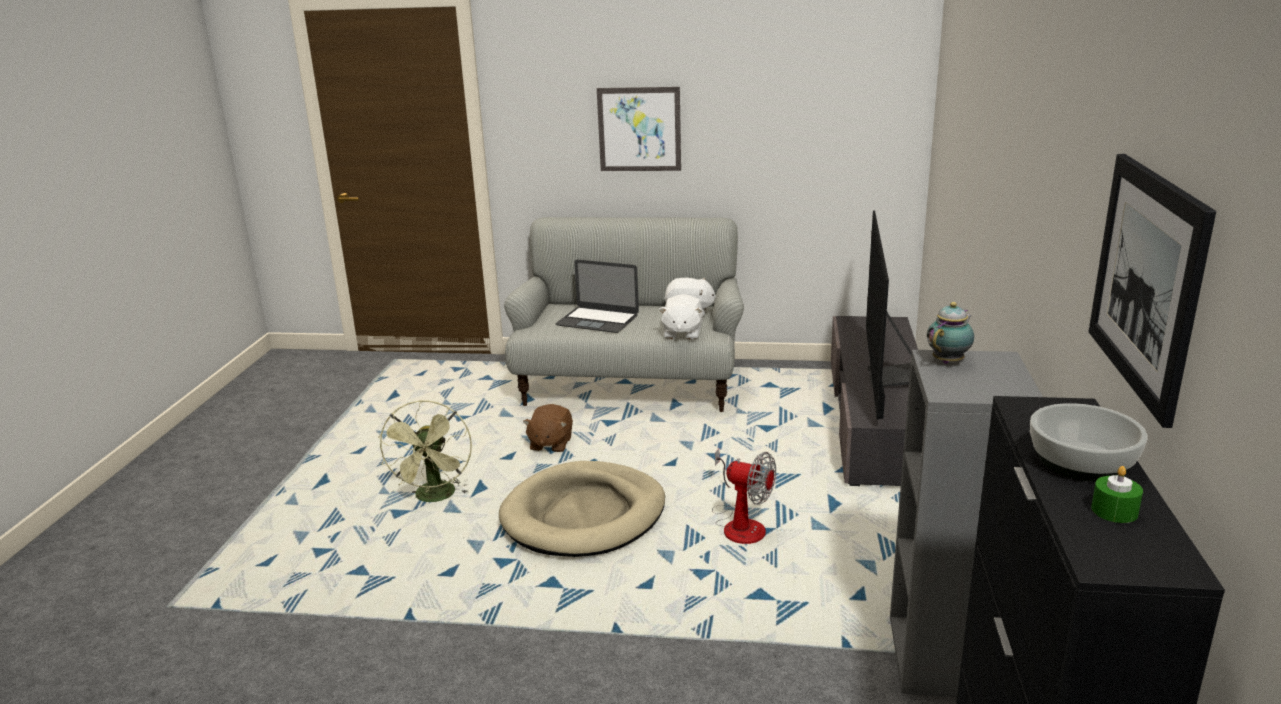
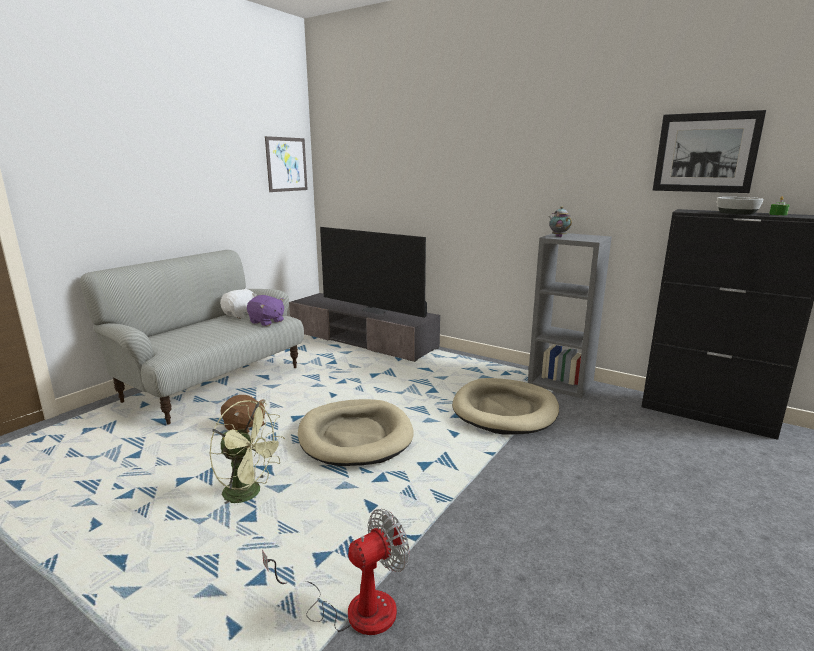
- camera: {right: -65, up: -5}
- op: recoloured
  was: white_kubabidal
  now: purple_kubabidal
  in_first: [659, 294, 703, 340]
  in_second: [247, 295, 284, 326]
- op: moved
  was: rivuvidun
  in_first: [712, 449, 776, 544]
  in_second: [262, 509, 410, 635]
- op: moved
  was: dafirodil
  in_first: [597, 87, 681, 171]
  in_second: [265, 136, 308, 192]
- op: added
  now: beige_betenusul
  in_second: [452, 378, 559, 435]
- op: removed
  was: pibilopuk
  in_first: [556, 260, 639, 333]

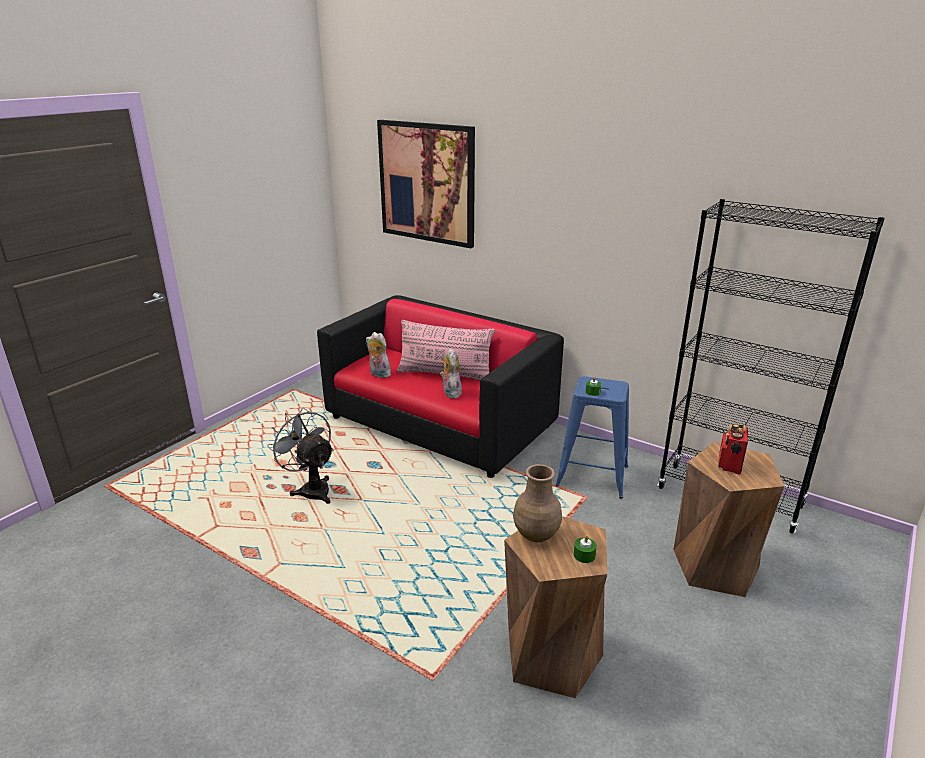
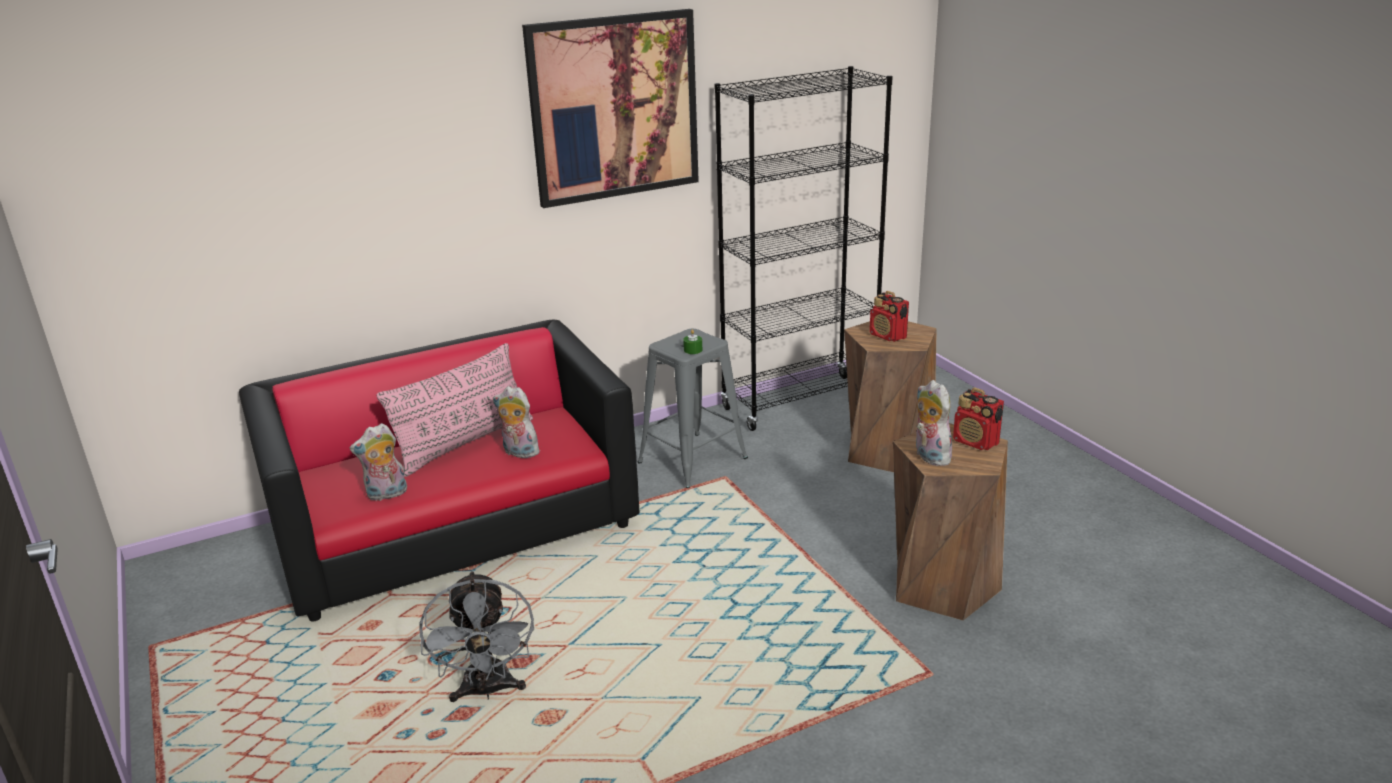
- camera: {right: -60, up: 0}
- op: turned
  was: grey_rivuvidun
  in_first: [267, 408, 334, 504]
  in_second: [419, 571, 534, 702]
  clockwise: -90
- op: moved
  was: dafirodil
  in_first: [377, 120, 475, 248]
  in_second: [522, 9, 699, 208]
- op: recoloured
  was: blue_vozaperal
  now: grey_vozaperal
  in_first: [556, 376, 629, 498]
  in_second: [638, 329, 748, 488]
- op: replaced
  was: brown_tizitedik
  now: kubabidal
  in_first: [513, 464, 562, 542]
  in_second: [915, 380, 952, 466]
- op: replaced
  was: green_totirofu
  now: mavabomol
  in_first: [574, 535, 597, 563]
  in_second: [953, 387, 1004, 450]

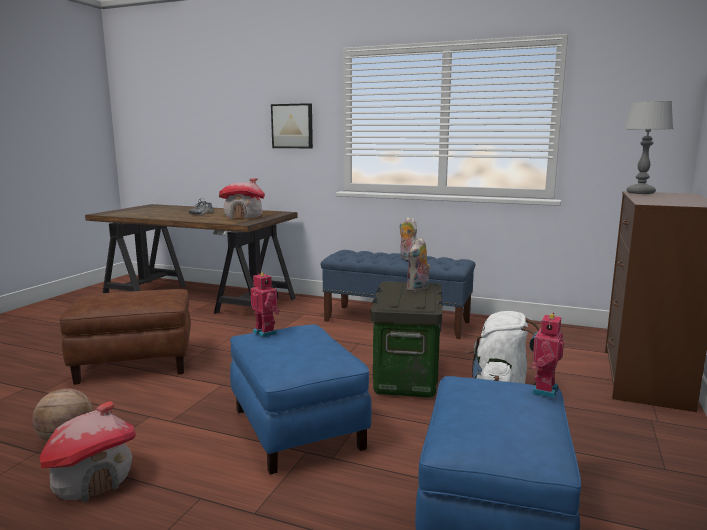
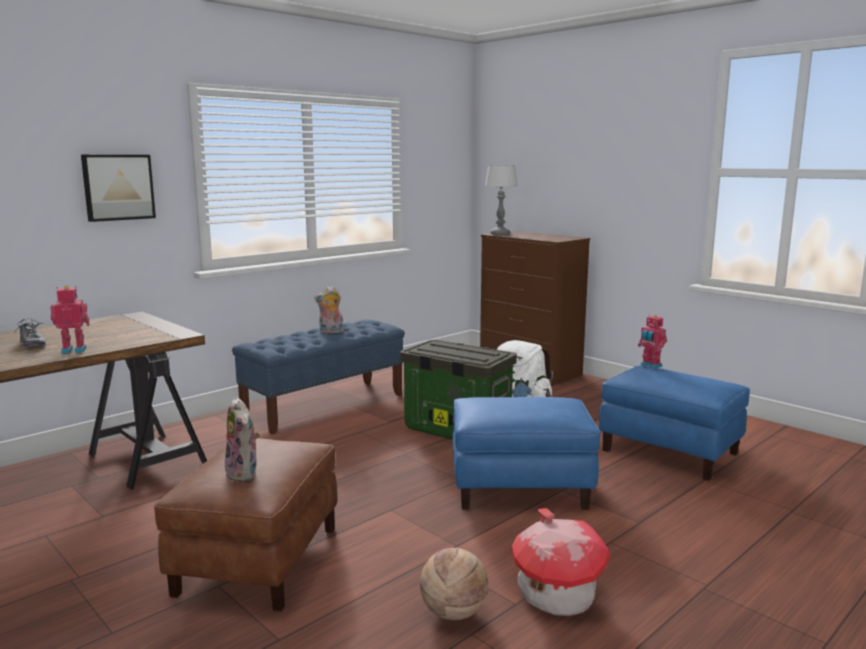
- camera: {right: -65, up: 0}
- op: moved
  was: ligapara
  in_first: [250, 272, 280, 338]
  in_second: [50, 285, 89, 354]
- op: moved
  was: kubabidal
  in_first: [406, 237, 431, 292]
  in_second: [225, 397, 260, 482]
- op: removed
  was: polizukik
  in_first: [219, 178, 265, 219]

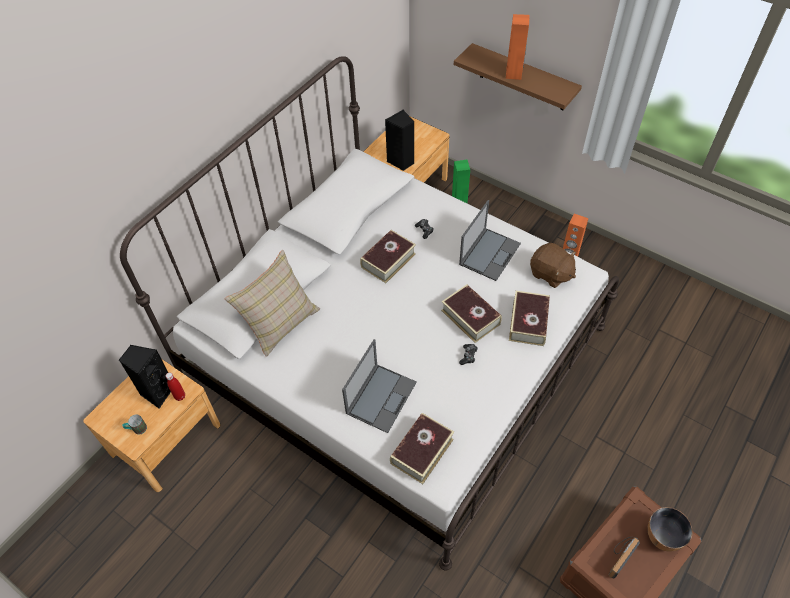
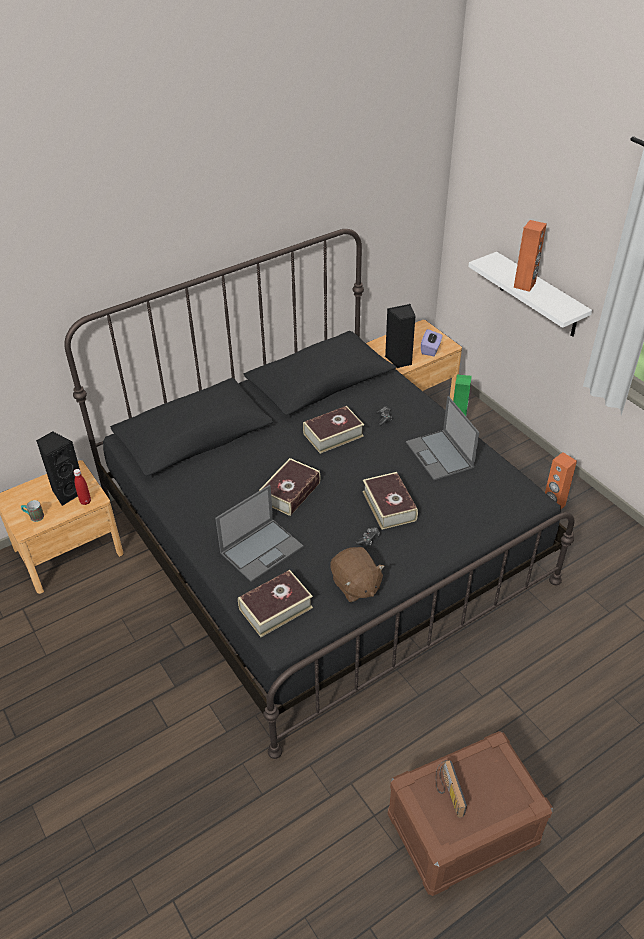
- camera: {right: 20, up: -10}
- op: recoloured
  was: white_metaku
  now: black_metaku
  in_first: [120, 56, 619, 571]
  in_second: [64, 229, 575, 759]
- op: moved
  was: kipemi
  in_first: [509, 291, 550, 346]
  in_second: [259, 458, 321, 516]
- op: moved
  was: brown_kubabidal
  in_first: [530, 243, 576, 288]
  in_second: [330, 547, 385, 602]
- op: turned
  was: pibilopuk
  in_first: [459, 200, 521, 281]
  in_second: [406, 396, 479, 480]
  clockwise: 105
- op: added
  now: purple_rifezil
  in_second: [421, 329, 443, 356]
- op: turned
  was: mavabomol
  in_first: [608, 537, 640, 579]
  in_second: [436, 760, 467, 818]
  clockwise: -75
- op: recoloured
  was: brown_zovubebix
  now: white_zovubebix
  in_first: [454, 43, 582, 110]
  in_second: [468, 252, 592, 337]
- op: removed
  was: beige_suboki
  in_first: [225, 250, 320, 357]
- op: removed
  was: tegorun
  in_first: [648, 507, 693, 552]

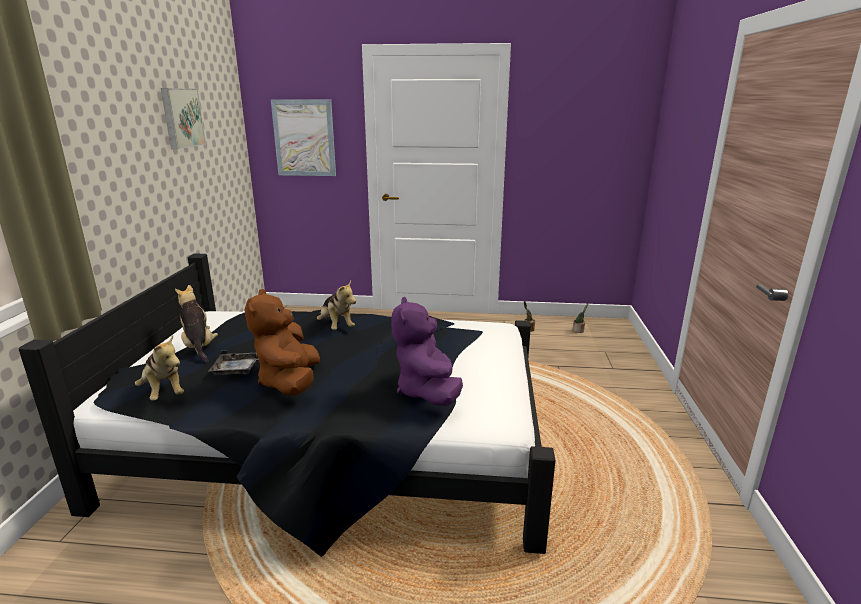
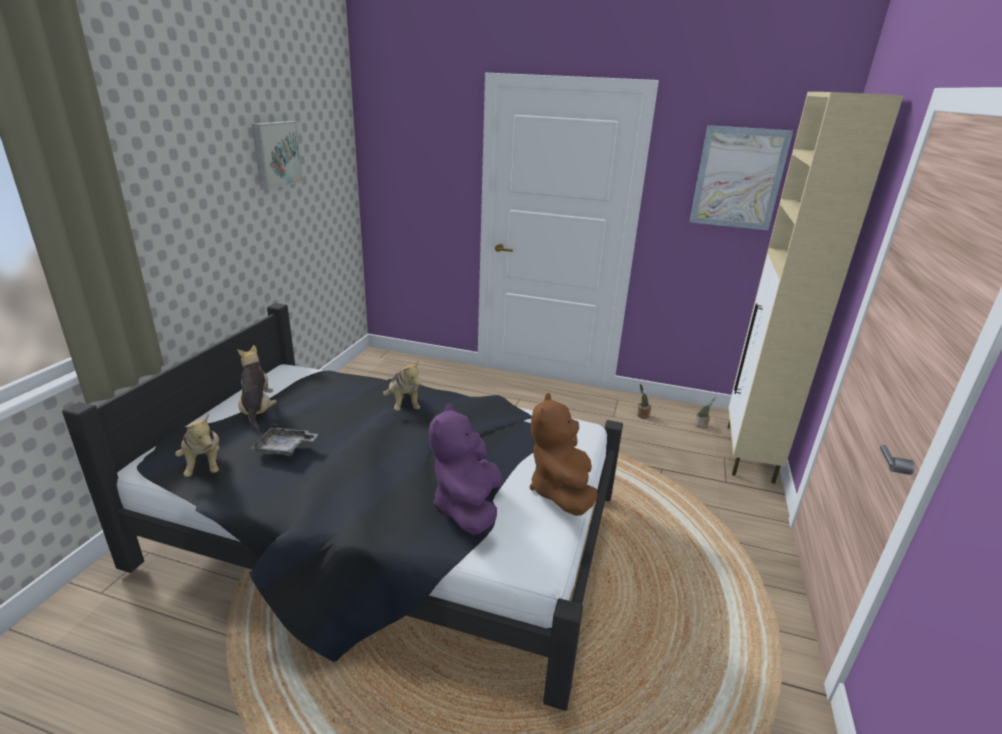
- camera: {right: 10, up: 5}
- op: moved
  was: brown_kubabidal
  in_first: [244, 289, 320, 396]
  in_second: [530, 393, 598, 516]
- op: moved
  was: dafirodil
  in_first: [271, 100, 336, 176]
  in_second: [690, 125, 793, 230]
- op: added
  now: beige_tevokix
  in_second: [728, 92, 904, 484]

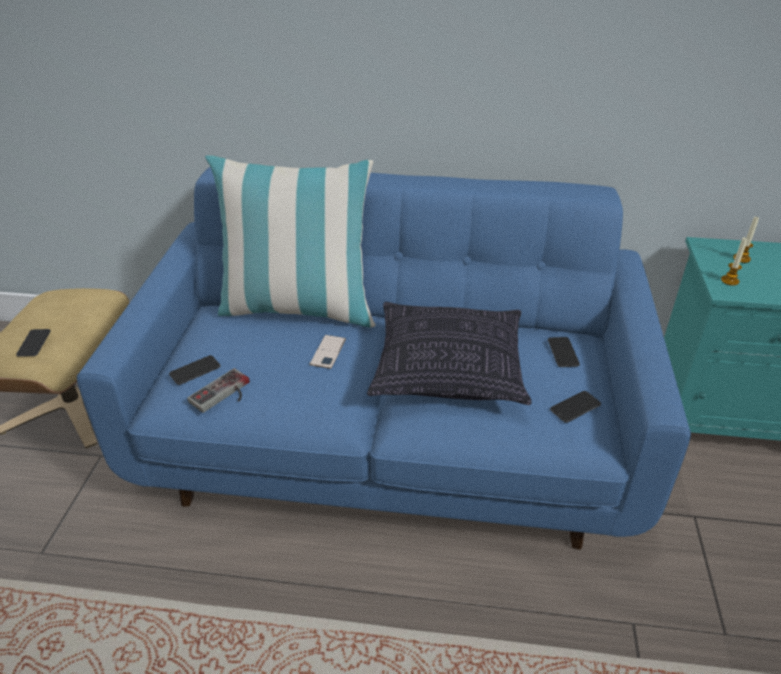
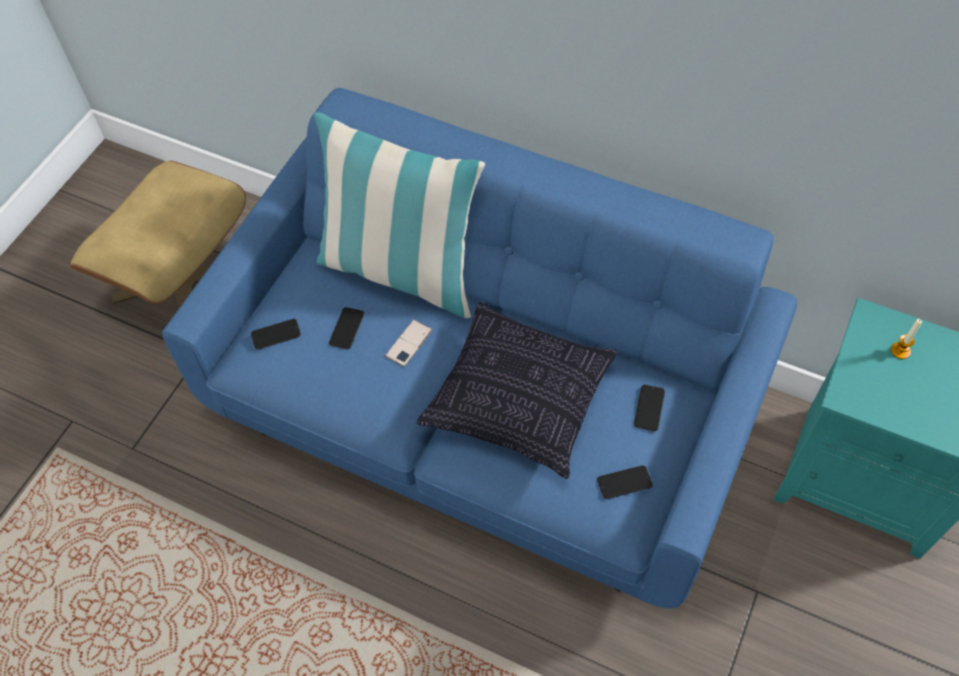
- camera: {right: 20, up: 20}
- op: moved
  was: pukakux
  in_first: [16, 329, 51, 357]
  in_second: [329, 307, 364, 350]
- op: removed
  was: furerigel
  in_first: [187, 368, 250, 413]
- op: removed
  was: totirofu
  in_first: [721, 237, 748, 286]

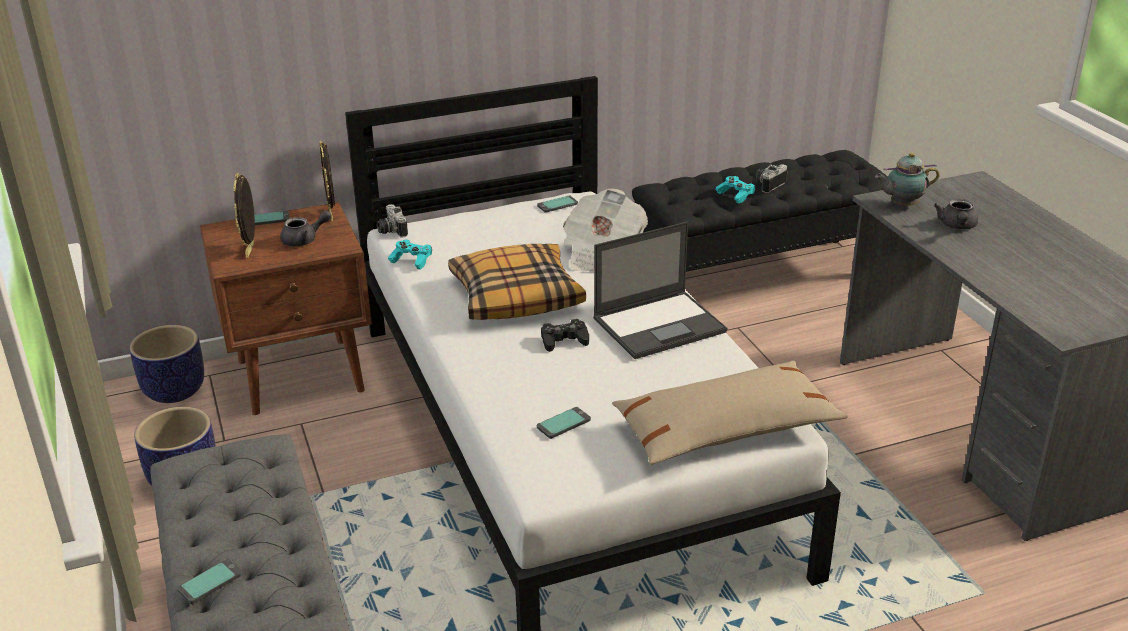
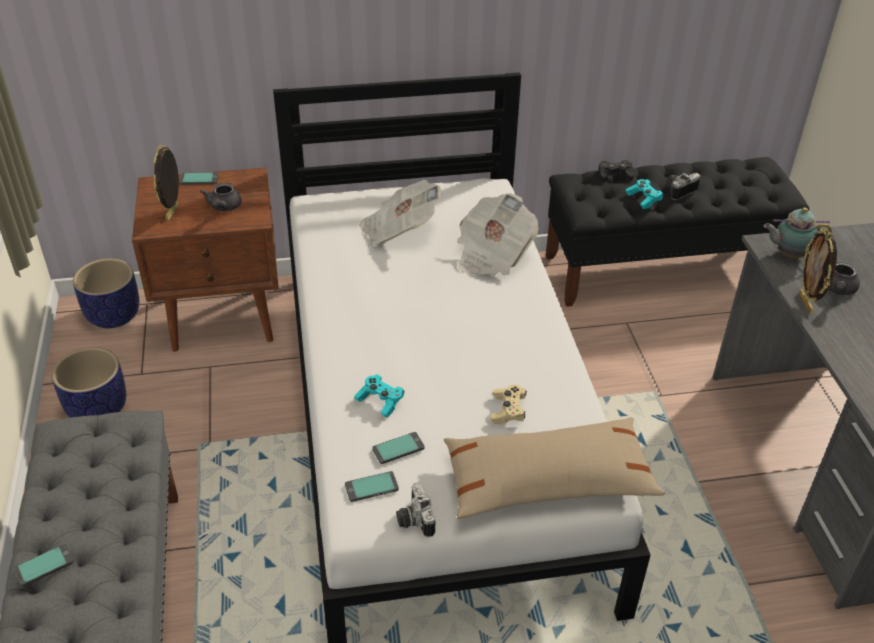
- camera: {right: 10, up: 10}
- op: turned
  was: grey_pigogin
  in_first: [280, 210, 332, 246]
  in_second: [200, 183, 242, 211]
  clockwise: 105
- op: moved
  was: pukakux
  in_first: [537, 195, 578, 213]
  in_second: [345, 471, 399, 502]
- op: moved
  was: turquoise_furerigel
  in_first: [388, 240, 432, 270]
  in_second: [354, 374, 404, 418]
- op: added
  now: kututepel
  in_second: [359, 180, 442, 246]
- op: moved
  was: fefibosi
  in_first: [376, 204, 408, 238]
  in_second: [396, 482, 435, 537]
- op: added
  now: beige_furerigel
  in_second: [490, 384, 527, 424]
- op: moved
  was: black_furerigel
  in_first: [541, 319, 589, 352]
  in_second: [598, 160, 634, 182]
- op: moved
  was: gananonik
  in_first: [319, 141, 335, 221]
  in_second: [798, 229, 837, 314]
- op: removed
  was: suboki
  in_first: [448, 244, 586, 320]
- op: removed
  was: pibilopuk
  in_first: [593, 222, 727, 359]

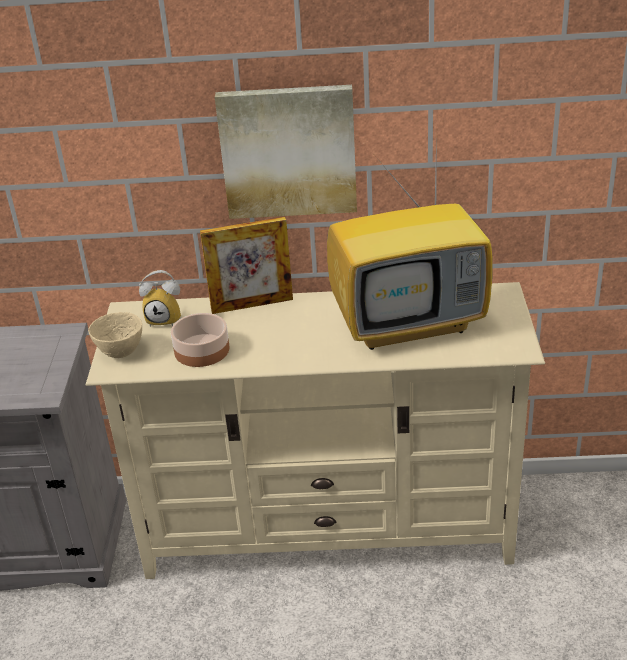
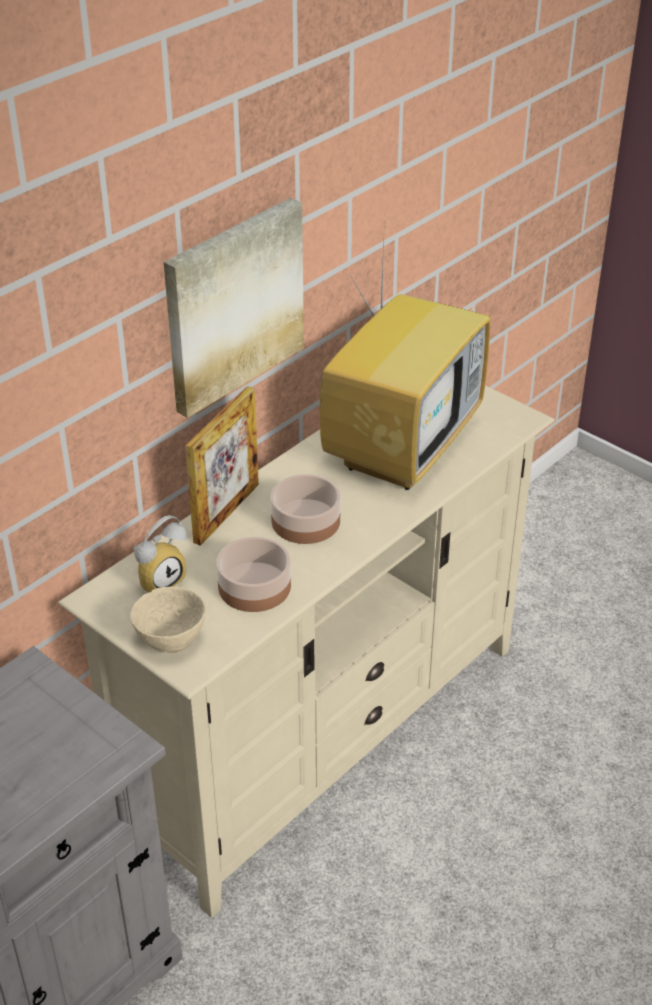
- camera: {right: -50, up: 5}
- op: added
  now: tegorun
  in_second: [271, 474, 341, 544]

